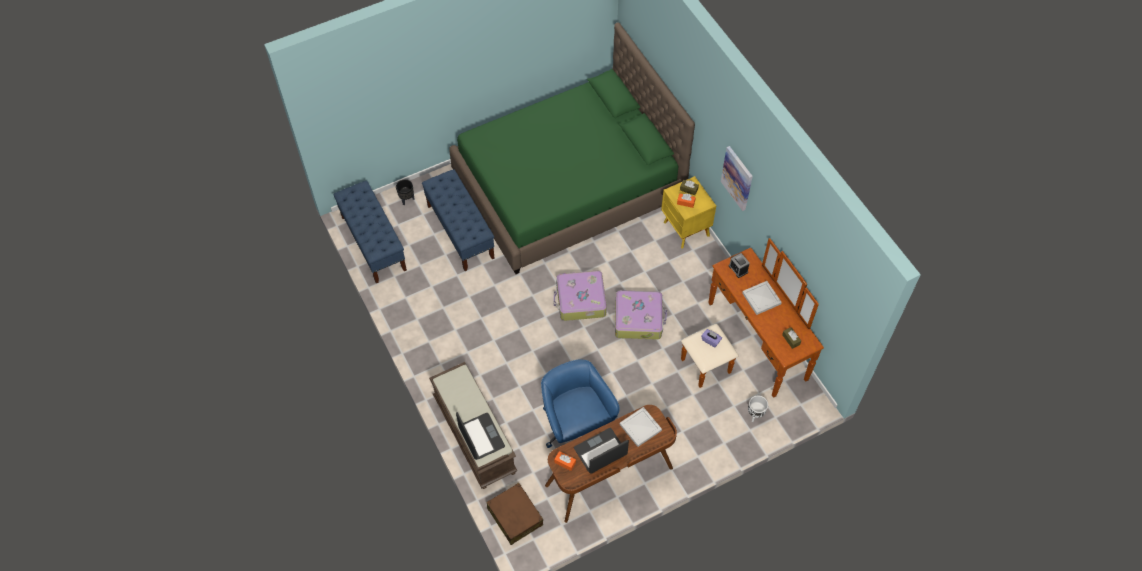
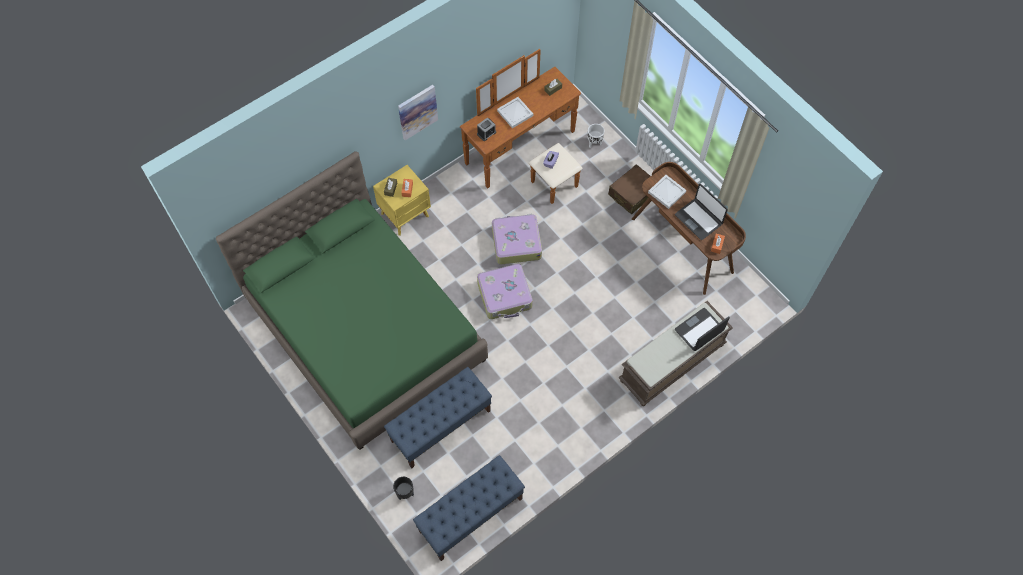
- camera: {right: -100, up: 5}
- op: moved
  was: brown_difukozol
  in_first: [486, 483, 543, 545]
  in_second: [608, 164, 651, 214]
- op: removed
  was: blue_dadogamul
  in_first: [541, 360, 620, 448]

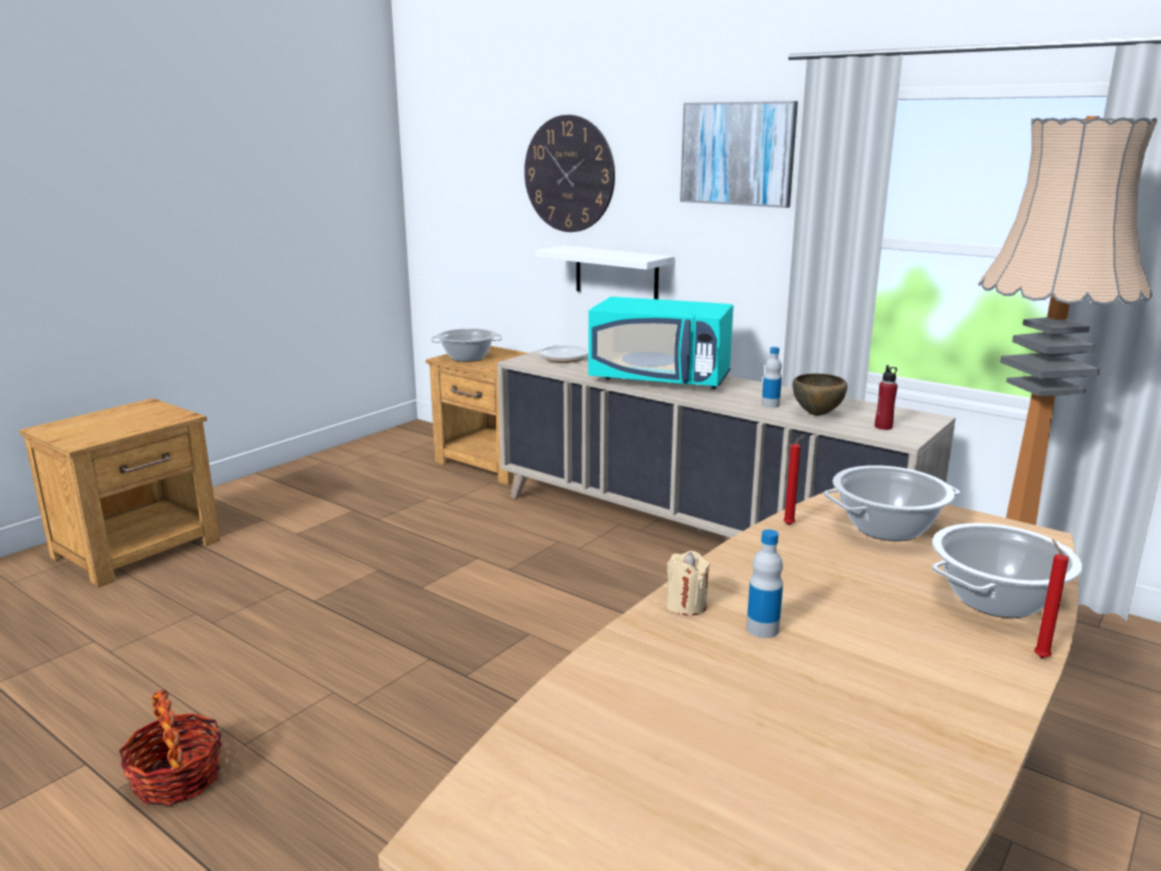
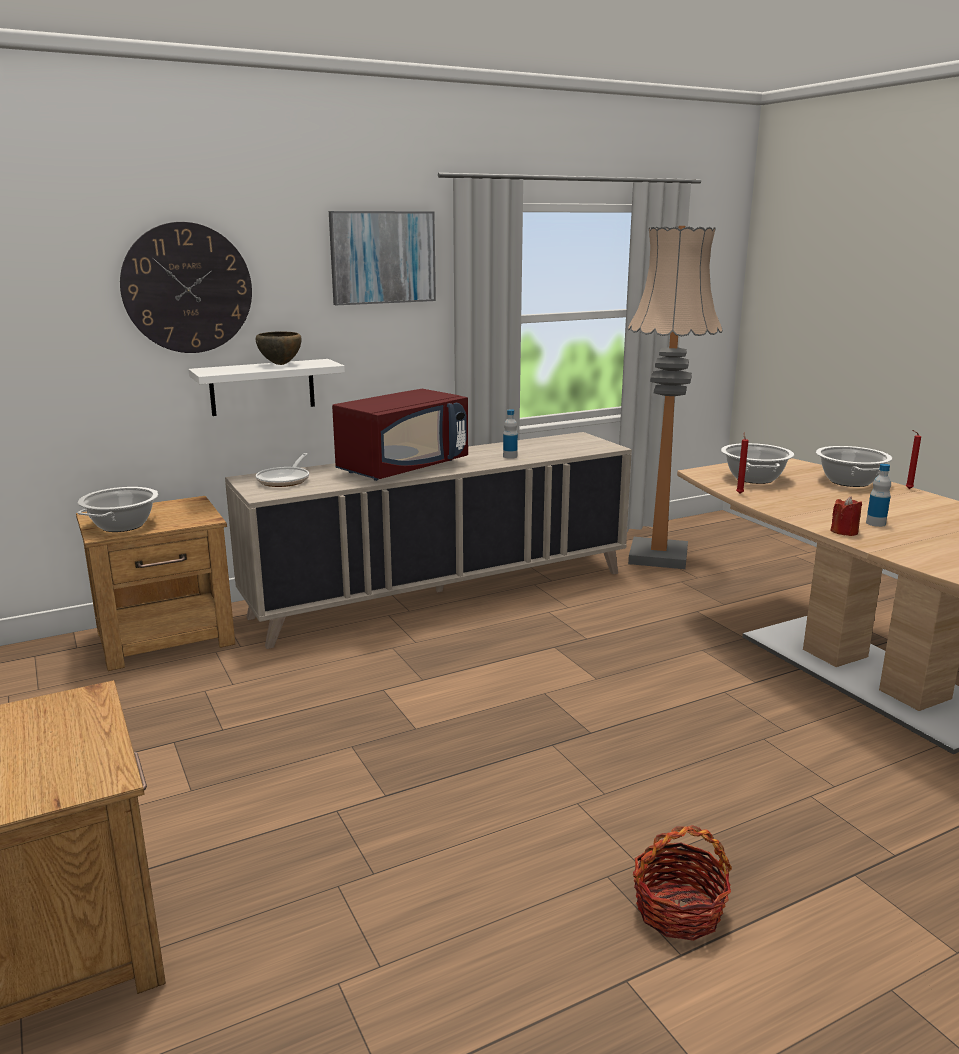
- camera: {right: -65, up: 0}
- op: moved
  was: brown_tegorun
  in_first: [792, 373, 847, 416]
  in_second: [256, 332, 302, 365]
- op: recoloured
  was: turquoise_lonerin
  now: red_lonerin
  in_first: [588, 297, 733, 389]
  in_second: [332, 389, 468, 481]
- op: recoloured
  was: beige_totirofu
  now: red_totirofu
  in_first: [666, 551, 710, 615]
  in_second: [830, 496, 862, 536]
- op: removed
  was: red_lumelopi
  in_first: [875, 365, 897, 430]

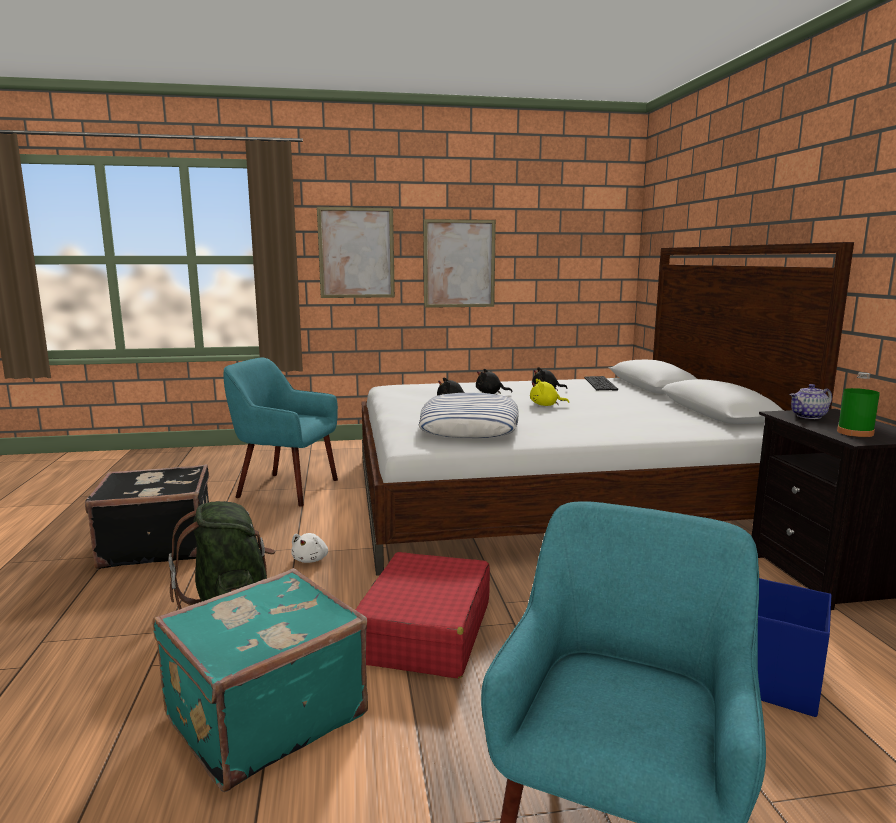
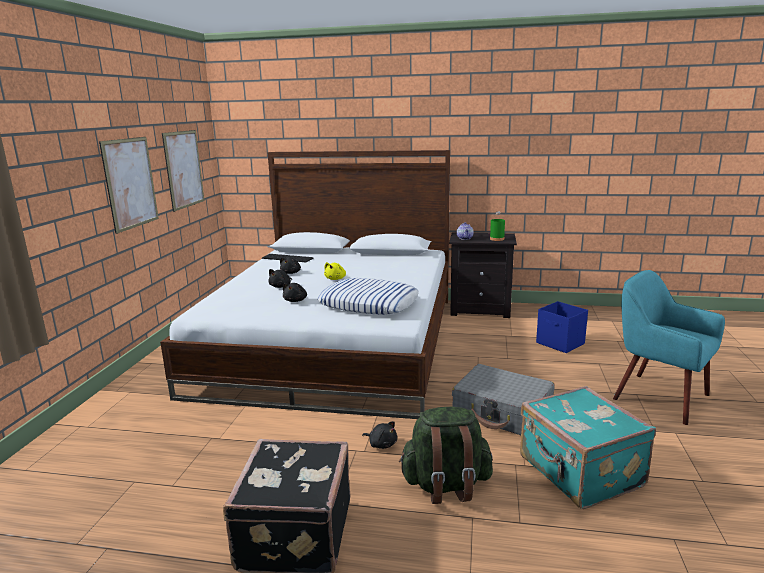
- camera: {right: -70, up: 5}
- op: moved
  was: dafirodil
  in_first: [317, 207, 395, 298]
  in_second: [162, 130, 205, 212]
- op: recoloured
  was: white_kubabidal
  now: black_kubabidal
  in_first: [291, 533, 328, 563]
  in_second: [362, 421, 397, 449]
- op: recoloured
  was: red_difukozol
  now: grey_difukozol
  in_first: [356, 552, 490, 679]
  in_second: [452, 364, 555, 435]
- op: removed
  was: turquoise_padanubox
  in_first: [223, 357, 338, 507]

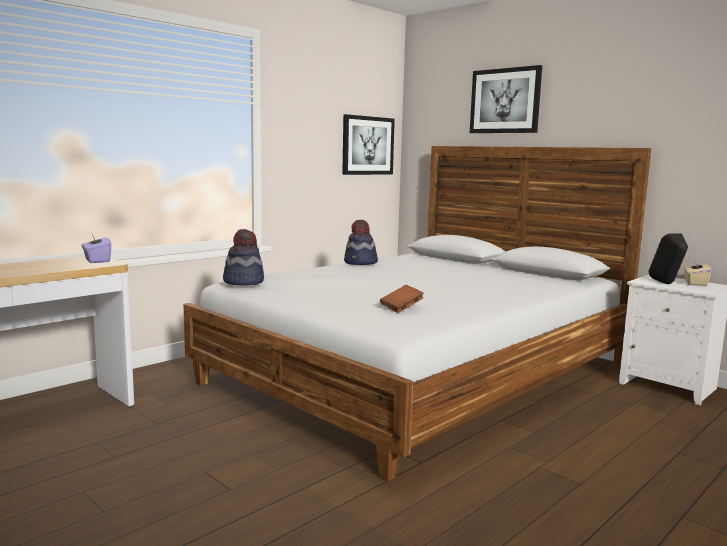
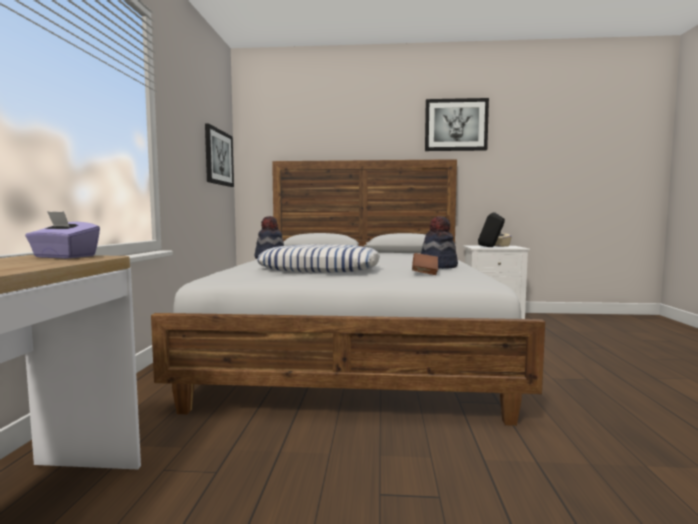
- camera: {right: -40, up: -5}
- op: added
  now: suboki
  in_second: [257, 244, 380, 273]
- op: moved
  was: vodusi
  in_first: [223, 229, 264, 286]
  in_second: [421, 216, 458, 269]
- op: moved
  was: dafirodil
  in_first: [470, 65, 542, 133]
  in_second: [425, 98, 489, 151]

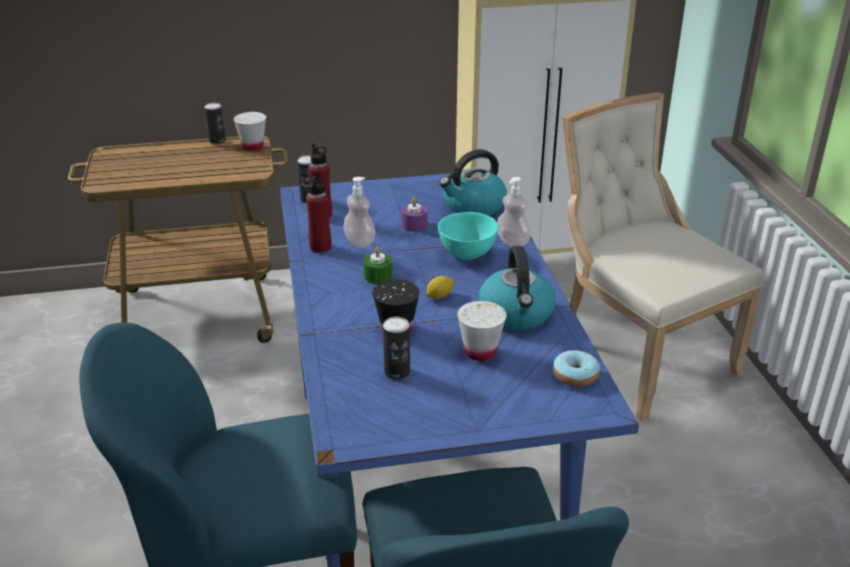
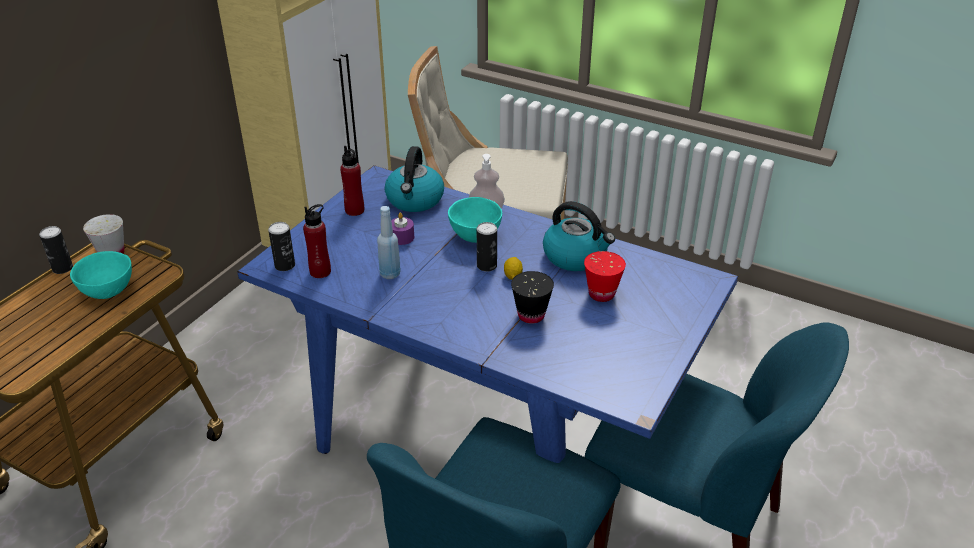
- camera: {right: -50, up: 5}
- op: added
  now: turquoise_tegorun
  in_second: [70, 251, 132, 299]
- op: moved
  was: red_lumelopi
  in_first: [306, 171, 332, 253]
  in_second: [340, 145, 364, 216]
- op: replaced
  was: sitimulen
  now: blue_lumelopi
  in_first: [343, 177, 375, 248]
  in_second: [377, 206, 401, 279]
- op: moved
  was: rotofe
  in_first: [383, 317, 410, 379]
  in_second: [477, 222, 497, 272]
- op: recoloured
  was: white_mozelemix
  now: red_mozelemix
  in_first: [457, 301, 506, 361]
  in_second: [584, 251, 626, 302]
- op: removed
  was: green_totirofu
  in_first: [364, 247, 392, 284]
- op: removed
  was: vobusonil
  in_first: [553, 350, 600, 387]

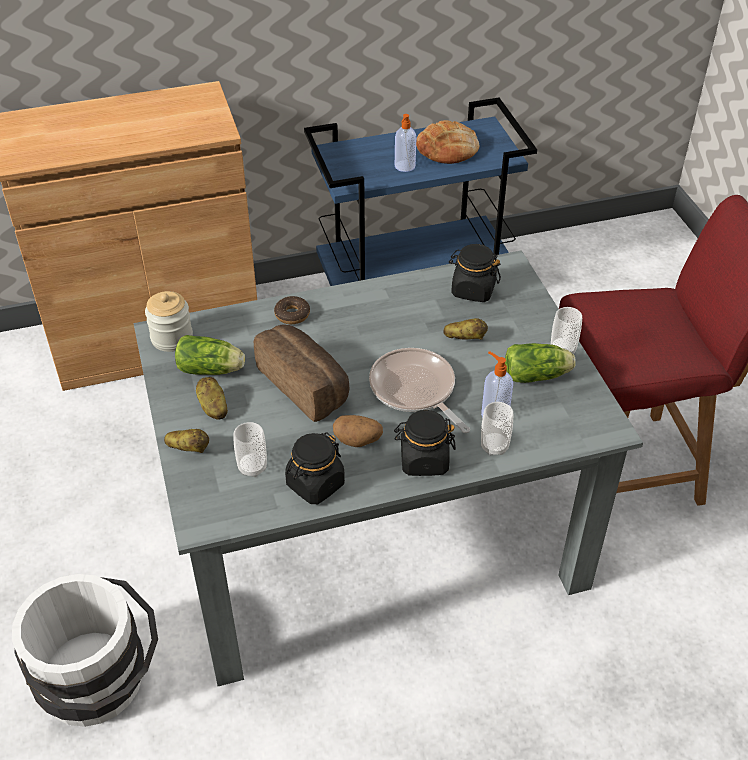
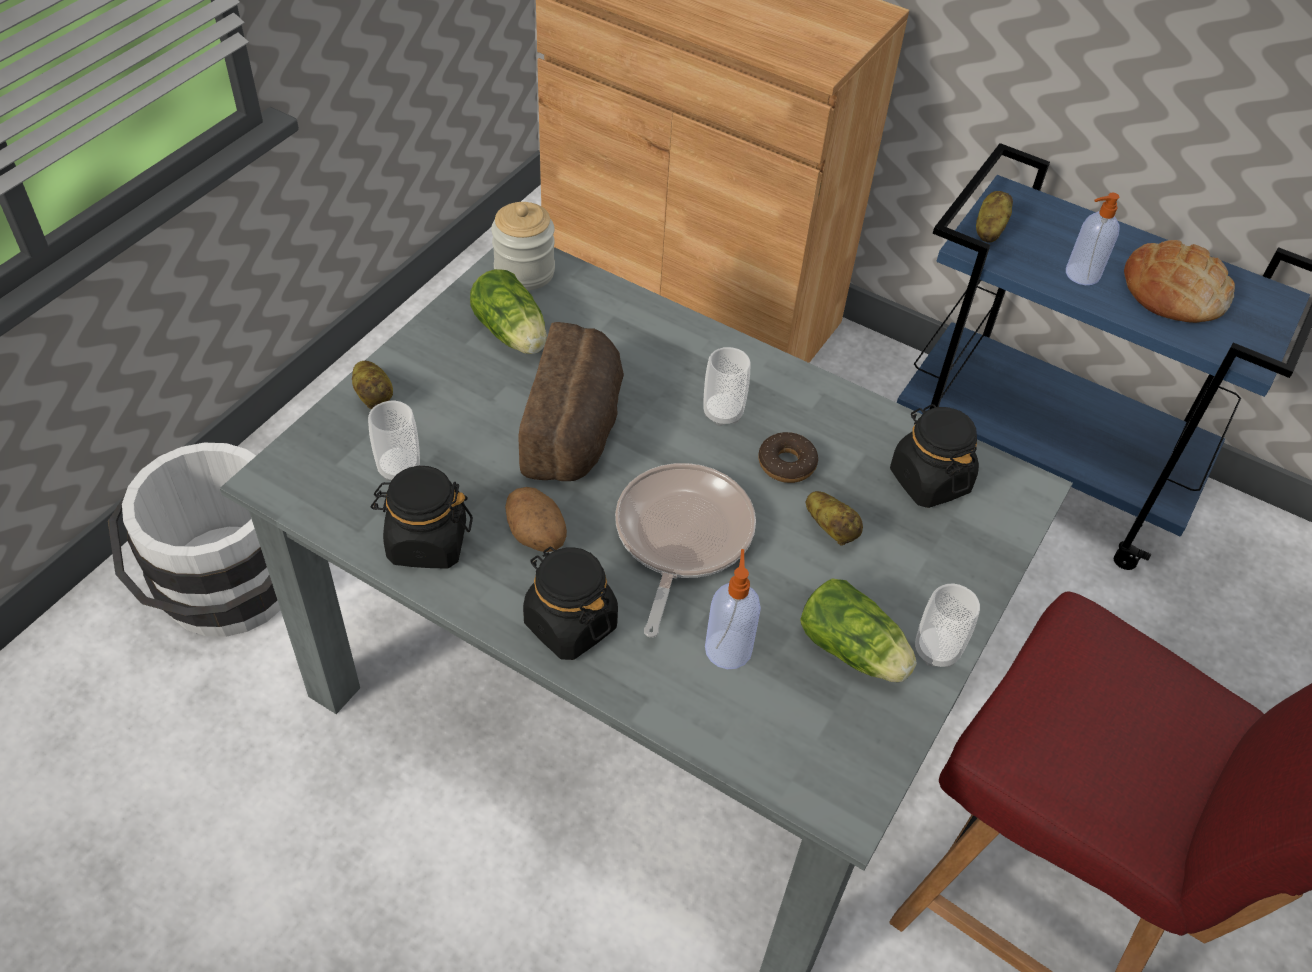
- camera: {right: 45, up: 5}
- op: moved
  was: mozelemix
  in_first: [481, 402, 513, 456]
  in_second: [703, 347, 751, 426]
- op: moved
  was: vobusonil
  in_first: [274, 296, 310, 324]
  in_second: [758, 432, 818, 483]
- op: moved
  was: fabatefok
  in_first: [196, 377, 228, 420]
  in_second: [976, 191, 1013, 243]

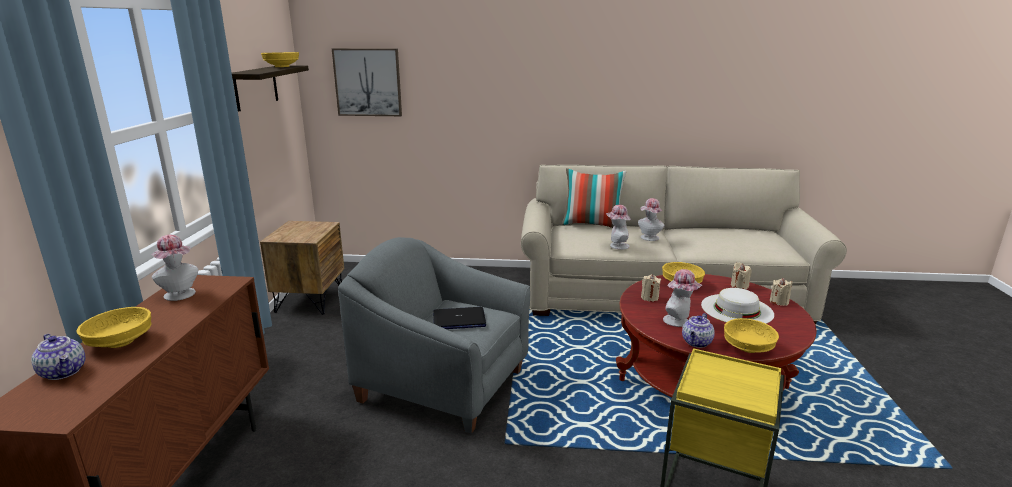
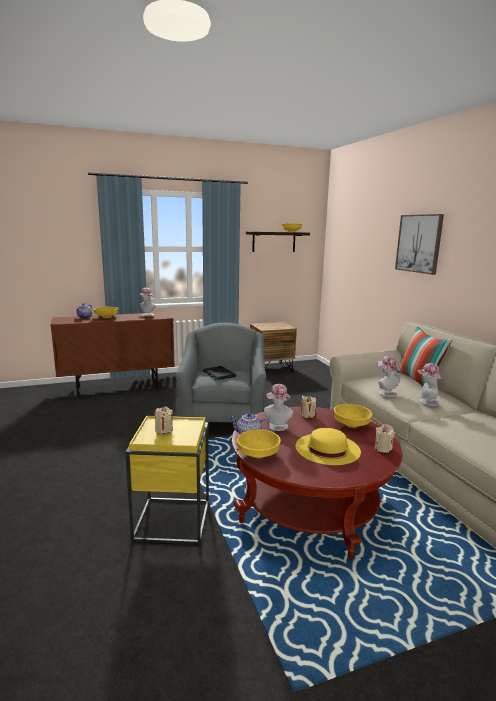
- camera: {right: 65, up: -5}
- op: moved
  was: beige_totirofu
  in_first: [770, 278, 793, 306]
  in_second: [154, 406, 173, 434]
- op: recoloured
  was: white_vodusi
  now: yellow_vodusi
  in_first: [701, 288, 774, 324]
  in_second: [295, 428, 361, 465]
- op: moved
  was: dafirodil
  in_first: [332, 48, 402, 116]
  in_second: [395, 214, 444, 275]

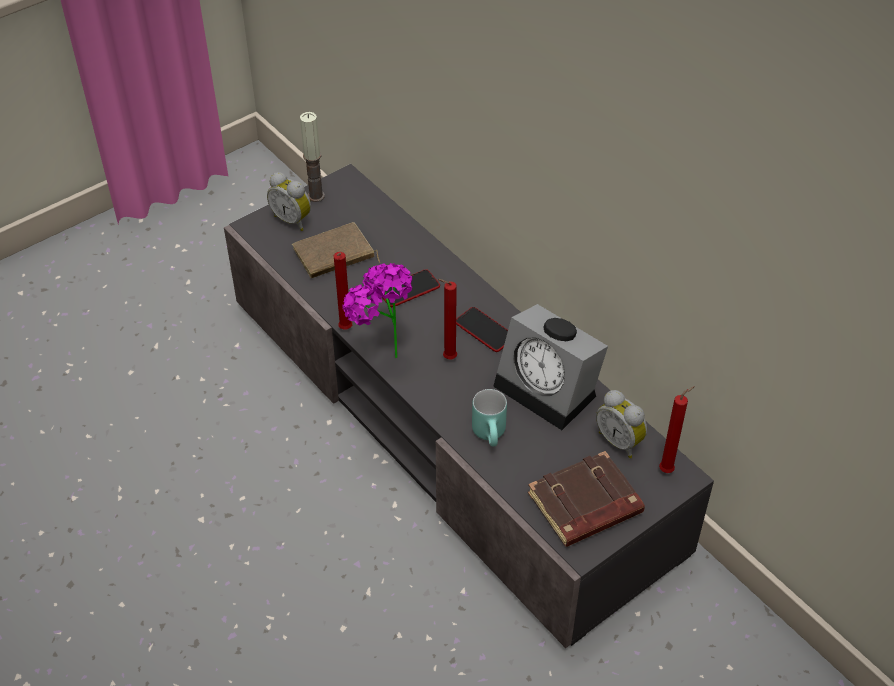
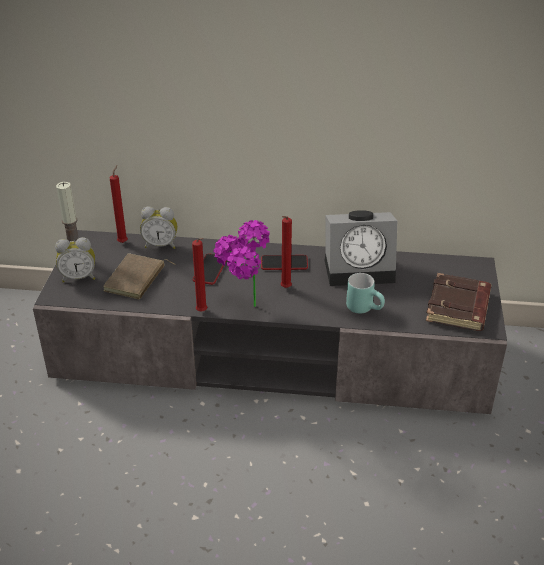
- camera: {right: -45, up: -10}
- op: moved
  was: red_totirofu
  in_first: [659, 386, 695, 473]
  in_second: [110, 165, 128, 243]
- op: moved
  was: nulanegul
  in_first: [596, 390, 647, 458]
  in_second: [140, 206, 178, 249]

